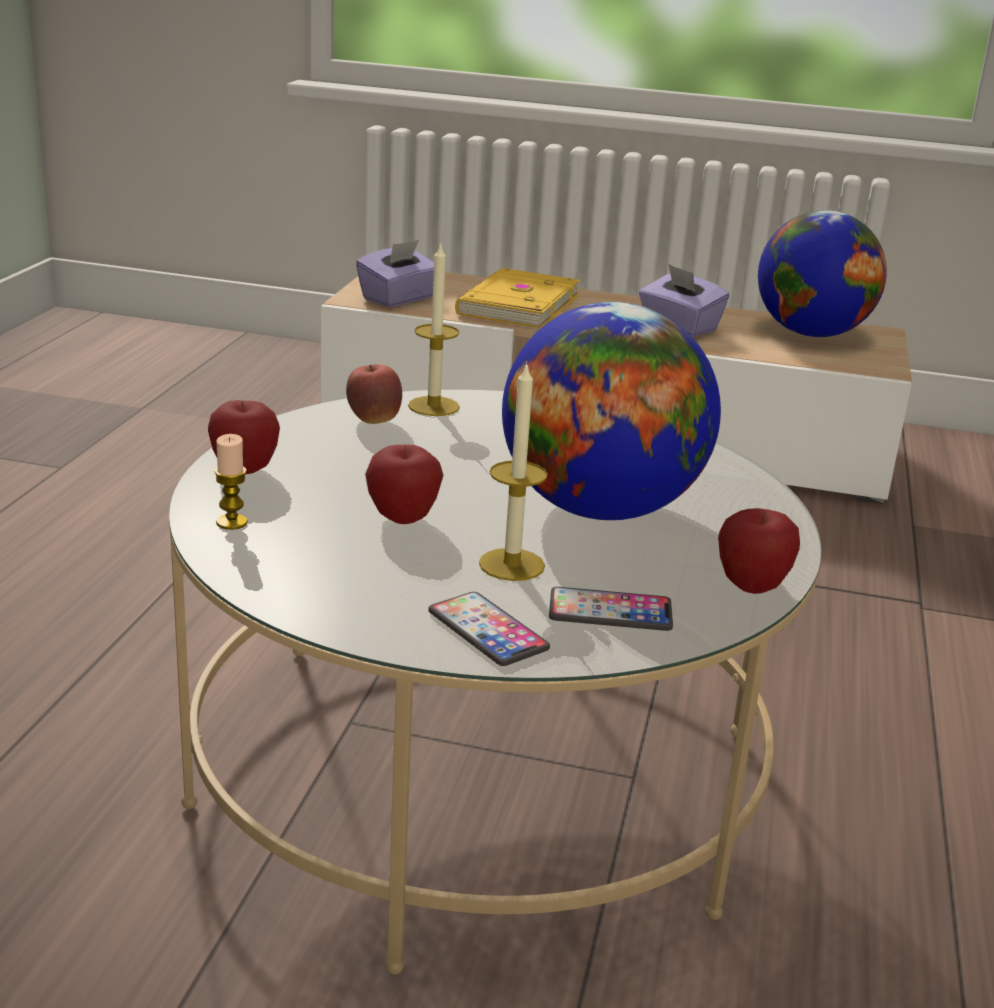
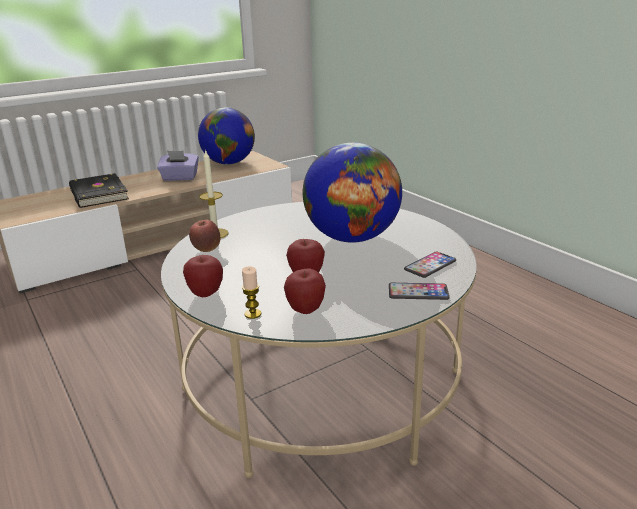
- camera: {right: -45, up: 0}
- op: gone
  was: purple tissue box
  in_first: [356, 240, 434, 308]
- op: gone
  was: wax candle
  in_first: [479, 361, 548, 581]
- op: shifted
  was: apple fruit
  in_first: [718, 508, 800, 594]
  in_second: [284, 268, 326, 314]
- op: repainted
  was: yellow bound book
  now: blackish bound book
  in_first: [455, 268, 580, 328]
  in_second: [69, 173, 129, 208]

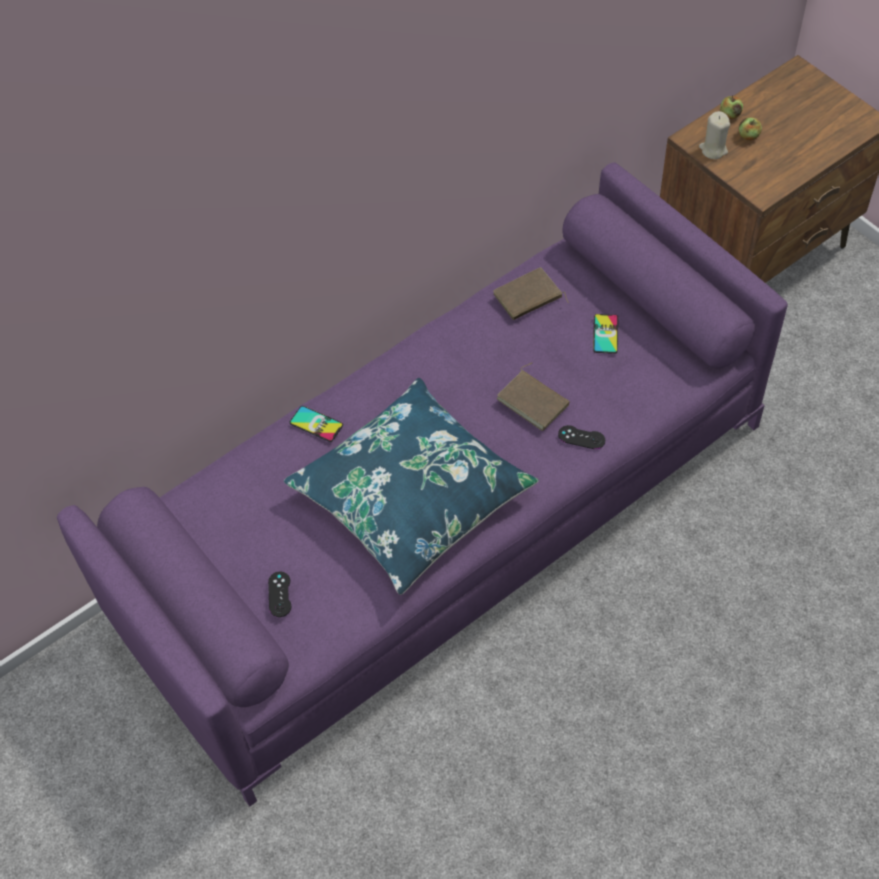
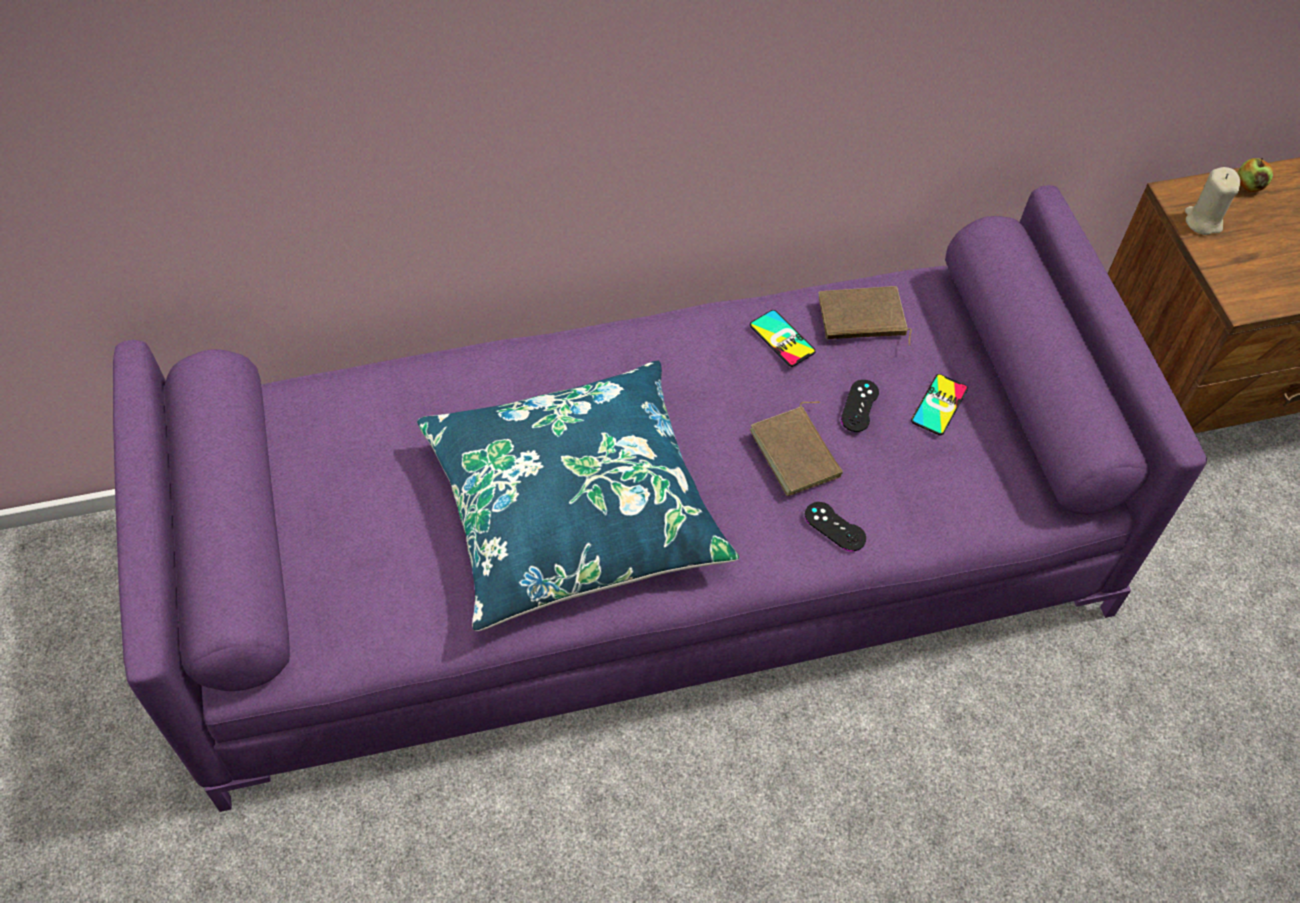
- camera: {right: 20, up: 0}
- op: gone
  was: apple fruit
  in_first: [739, 117, 762, 141]
- op: shifted
  was: blackish game controller
  in_first: [268, 571, 291, 617]
  in_second: [841, 380, 879, 432]
- op: shifted
  was: telephone
  in_first: [290, 406, 343, 442]
  in_second: [750, 310, 816, 367]

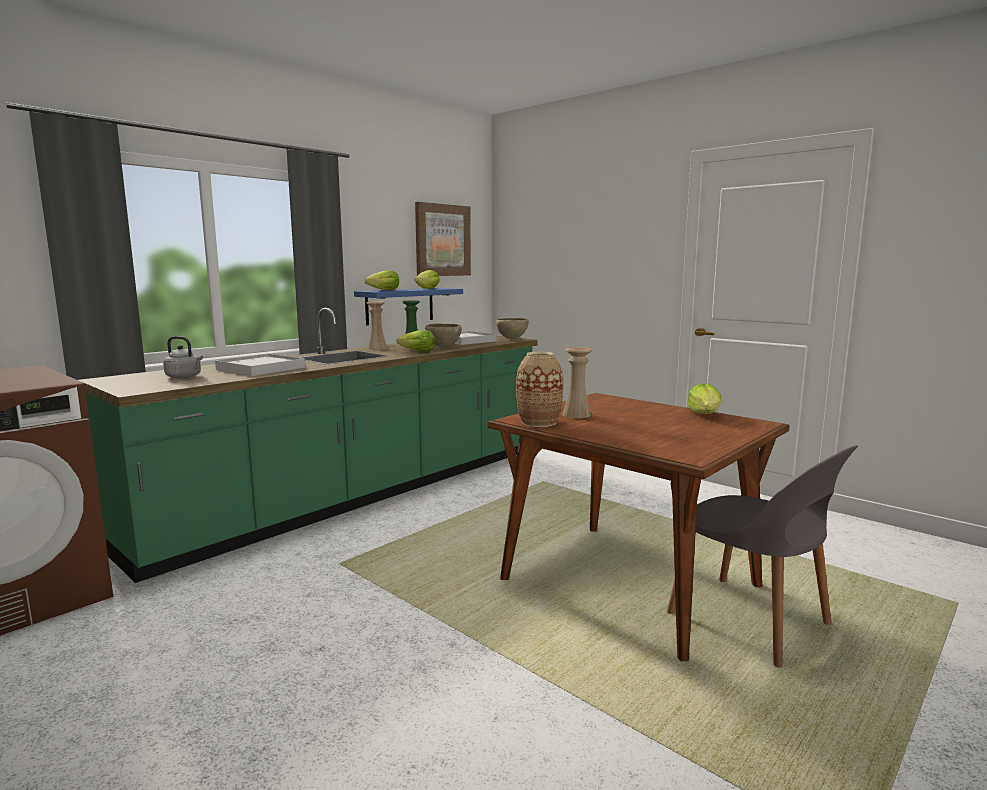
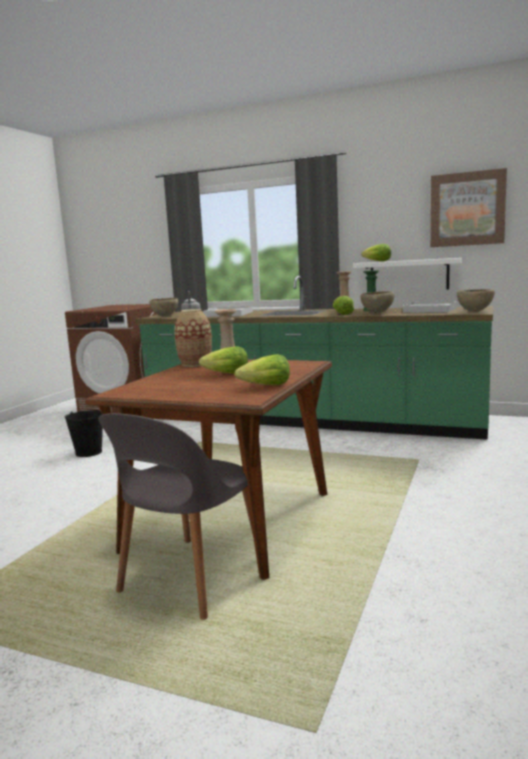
- camera: {right: 70, up: 0}
- op: new
  now: blackish pail
  in_second: [65, 410, 103, 457]
- op: new
  now: brownish serving bowl
  in_second: [149, 298, 178, 317]
- op: shifted
  was: lettuce
  in_first: [415, 270, 440, 289]
  in_second: [199, 346, 248, 374]
- op: repainted
  was: blue-coloured wall shelf
  now: white-coloured wall shelf
  in_first: [354, 288, 463, 325]
  in_second: [353, 258, 462, 290]

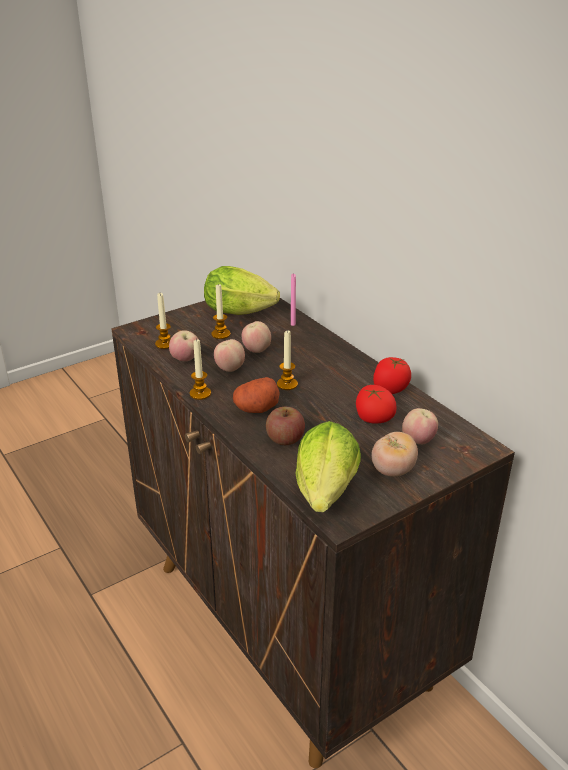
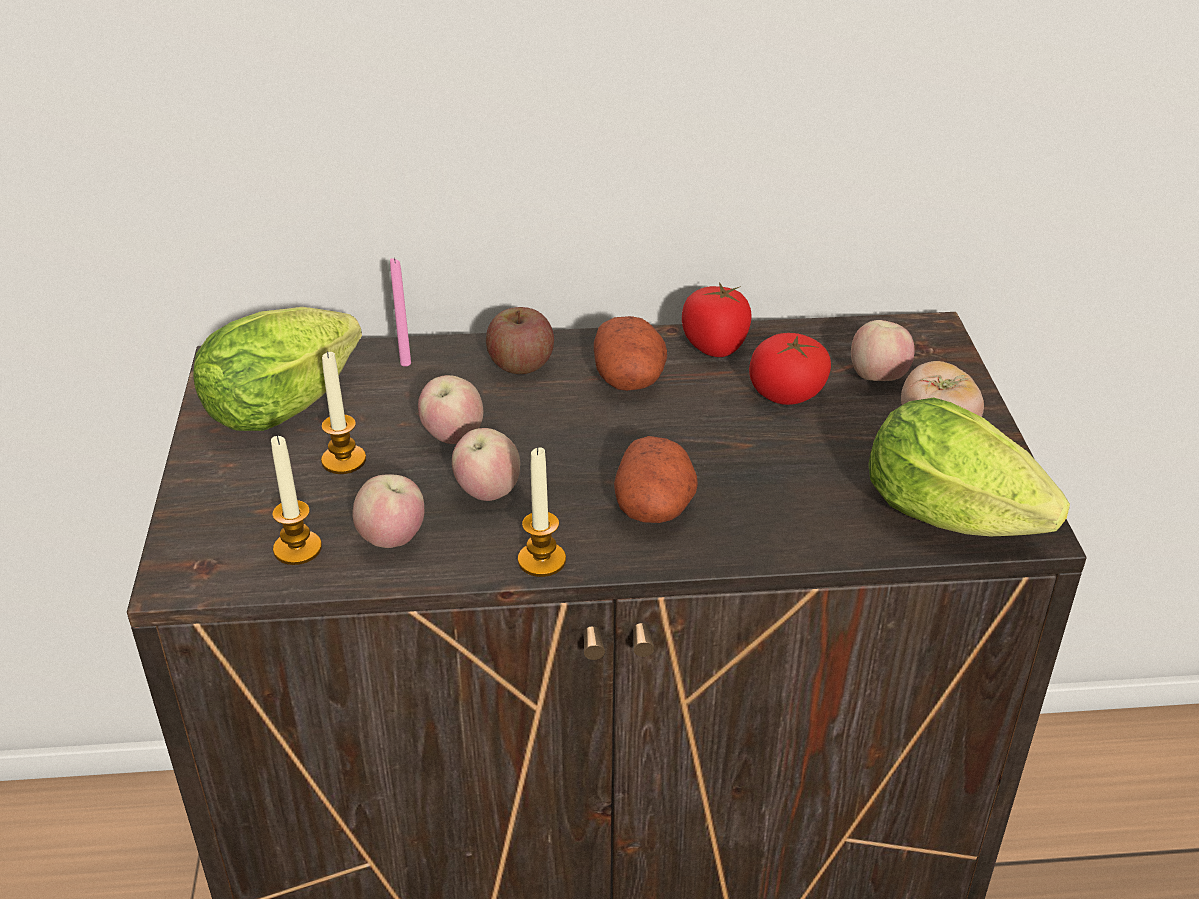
- camera: {right: -60, up: 5}
- op: gone
  was: wax candle
  in_first: [277, 330, 298, 390]
- op: new
  now: potato
  in_second: [594, 316, 667, 391]
- op: shifted
  was: apple fruit
  in_first: [266, 407, 305, 445]
  in_second: [486, 307, 554, 374]

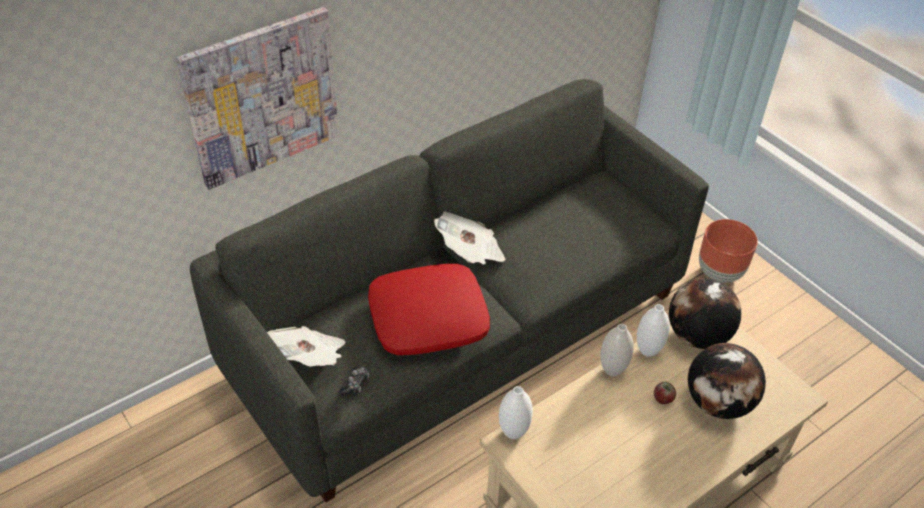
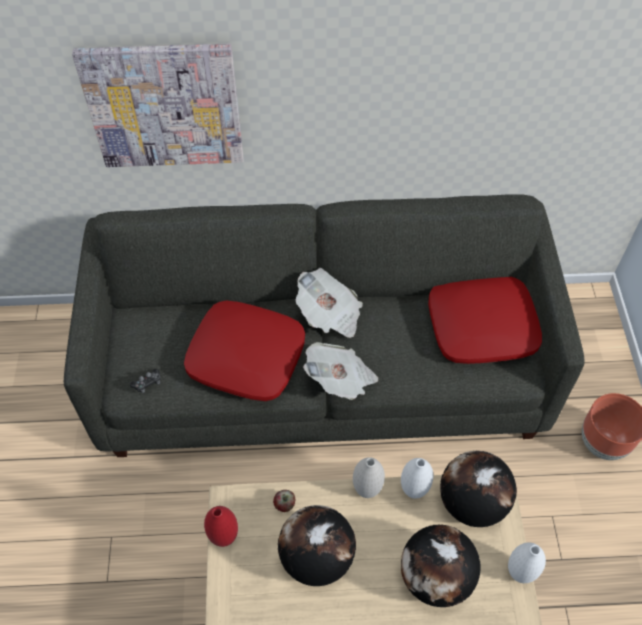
- camera: {right: 35, up: 10}
- op: new
  now: red-coloured flower vase
  in_second: [204, 506, 238, 547]
- op: new
  now: world globe
  in_second: [278, 505, 356, 586]
- op: new
  now: red-coloured pillow
  in_second: [428, 277, 542, 364]
- op: shifted
  was: newspaper
  in_first: [267, 326, 346, 367]
  in_second: [303, 342, 378, 400]
- op: shifted
  was: white-coloured flower vase
  in_first: [499, 386, 533, 439]
  in_second: [508, 543, 546, 583]
- op: shifted
  was: apple fruit
  in_first: [654, 382, 676, 404]
  in_second: [273, 490, 295, 512]

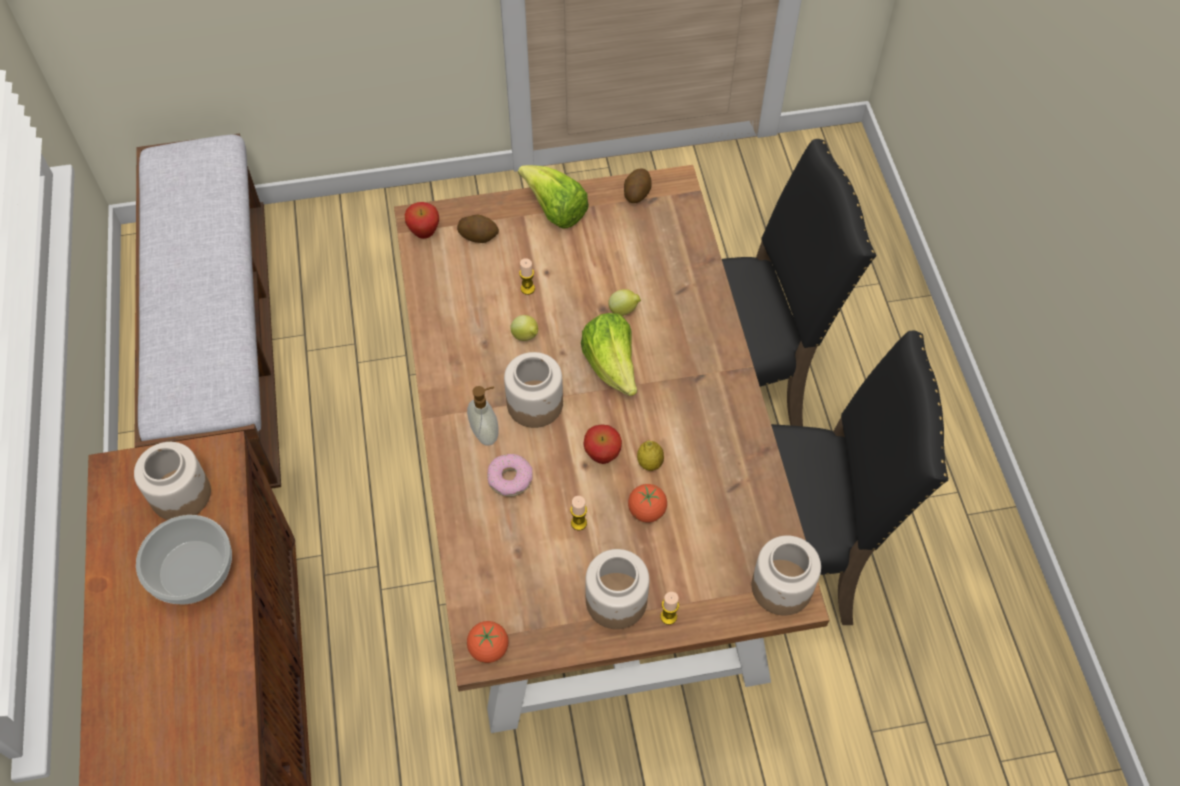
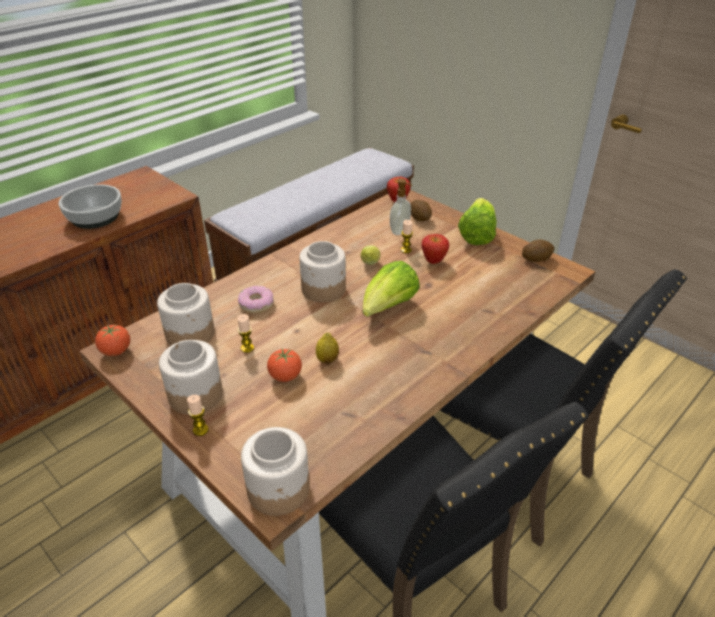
- camera: {right: 55, up: -20}
- op: gone
  was: whole lemon
  in_first: [608, 289, 641, 316]
- op: shifted
  was: preserve jar
  in_first: [134, 442, 211, 520]
  in_second: [157, 283, 215, 346]
- op: shifted
  was: soap dispenser
  in_first: [467, 386, 498, 446]
  in_second: [390, 179, 412, 235]
- op: shifted
  was: apple fruit
  in_first: [583, 424, 622, 464]
  in_second: [422, 234, 449, 264]

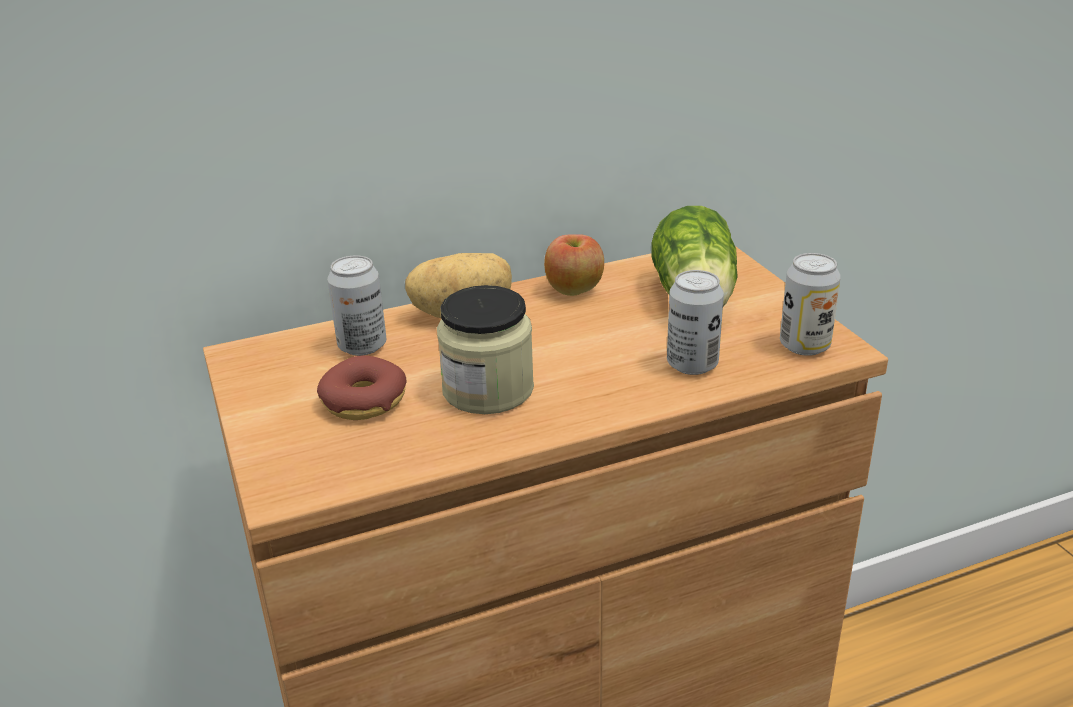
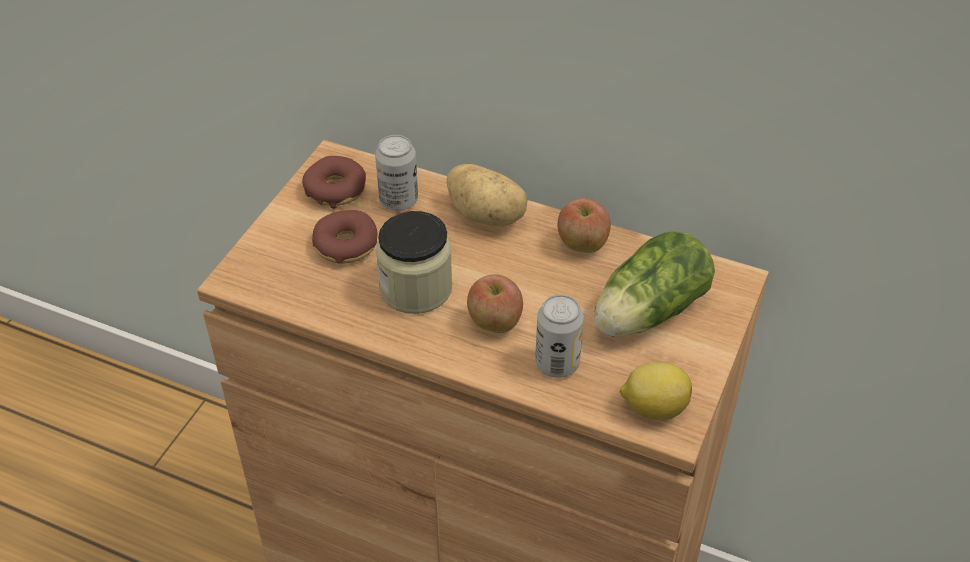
- camera: {right: 45, up: 15}
- op: new
  now: donut
  in_second: [302, 156, 366, 209]
- op: new
  now: apple fruit
  in_second: [467, 274, 523, 333]
- op: swapped
  was: metal can
  now: whole lemon
  in_first: [780, 253, 841, 356]
  in_second: [620, 362, 692, 420]

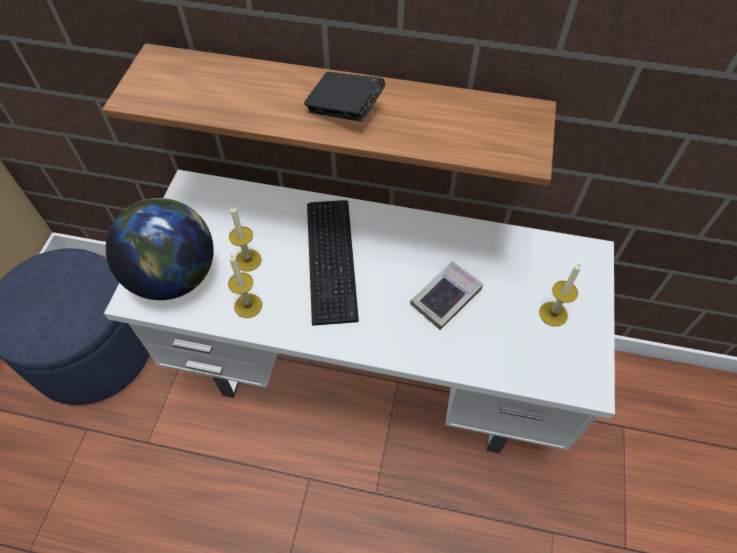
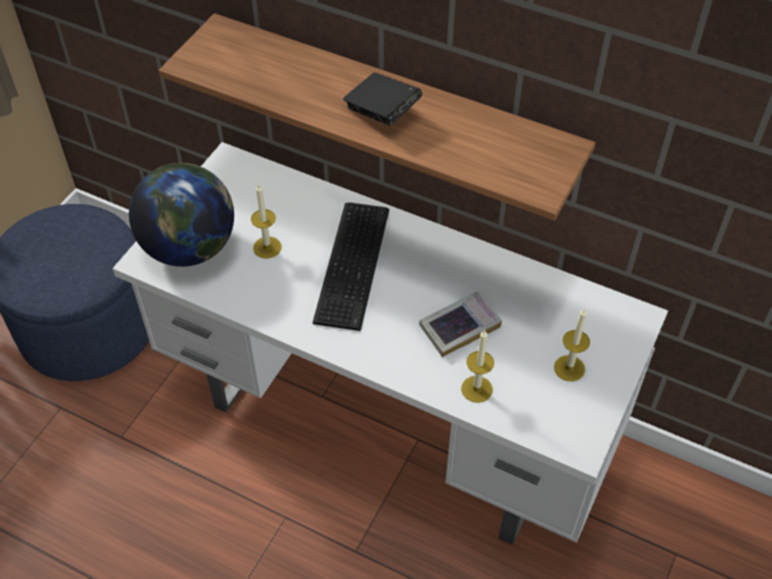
- camera: {right: 15, up: -5}
- op: shifted
  was: wax candle
  in_first: [228, 254, 262, 318]
  in_second: [461, 329, 494, 403]

